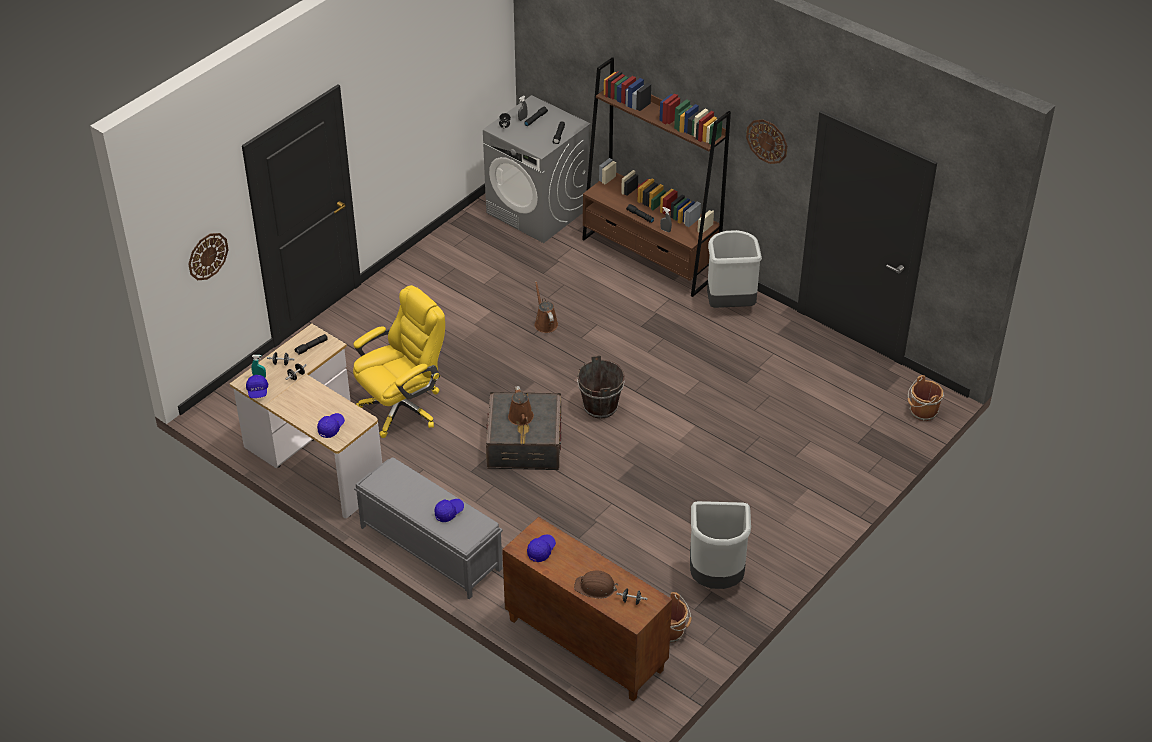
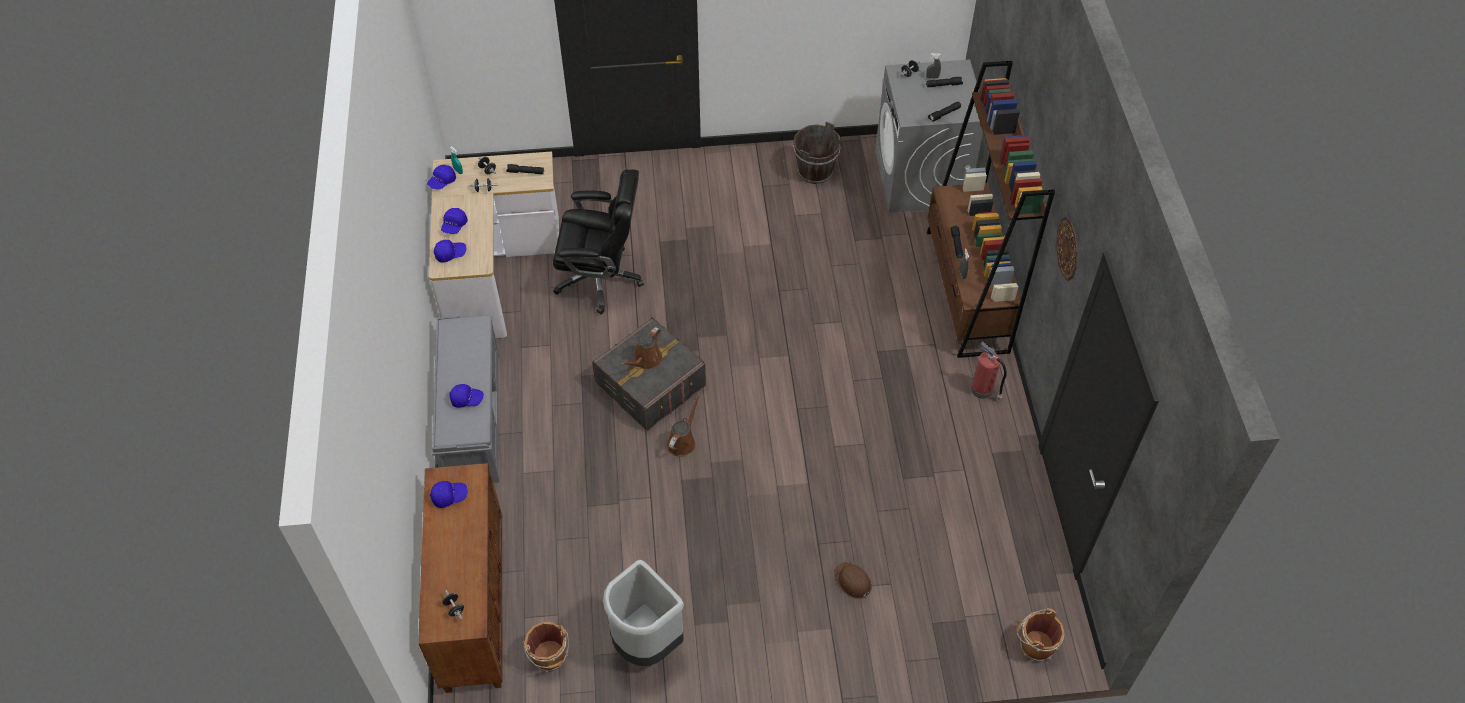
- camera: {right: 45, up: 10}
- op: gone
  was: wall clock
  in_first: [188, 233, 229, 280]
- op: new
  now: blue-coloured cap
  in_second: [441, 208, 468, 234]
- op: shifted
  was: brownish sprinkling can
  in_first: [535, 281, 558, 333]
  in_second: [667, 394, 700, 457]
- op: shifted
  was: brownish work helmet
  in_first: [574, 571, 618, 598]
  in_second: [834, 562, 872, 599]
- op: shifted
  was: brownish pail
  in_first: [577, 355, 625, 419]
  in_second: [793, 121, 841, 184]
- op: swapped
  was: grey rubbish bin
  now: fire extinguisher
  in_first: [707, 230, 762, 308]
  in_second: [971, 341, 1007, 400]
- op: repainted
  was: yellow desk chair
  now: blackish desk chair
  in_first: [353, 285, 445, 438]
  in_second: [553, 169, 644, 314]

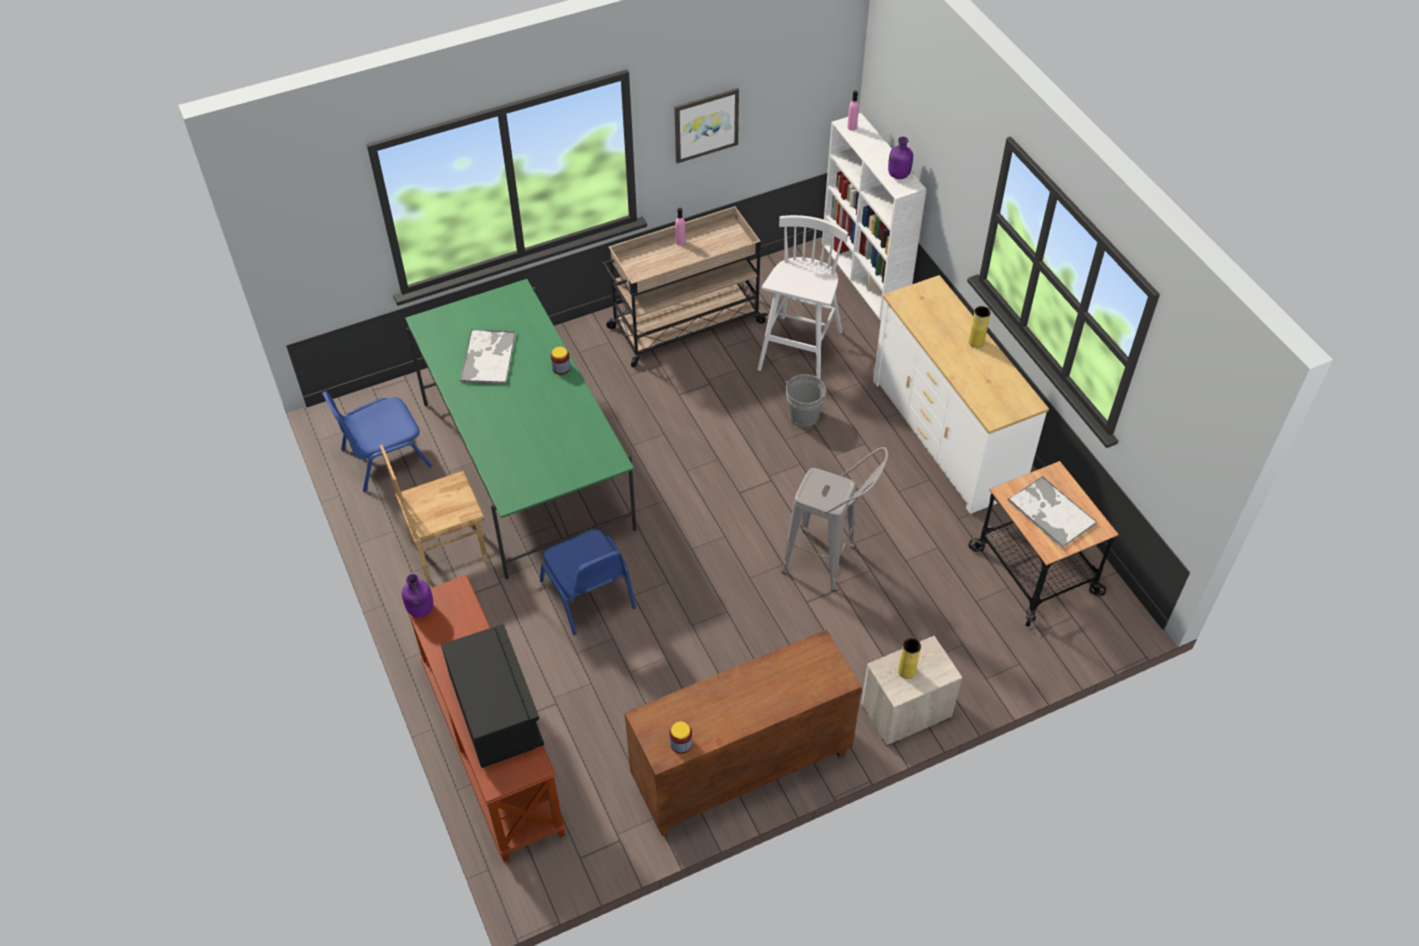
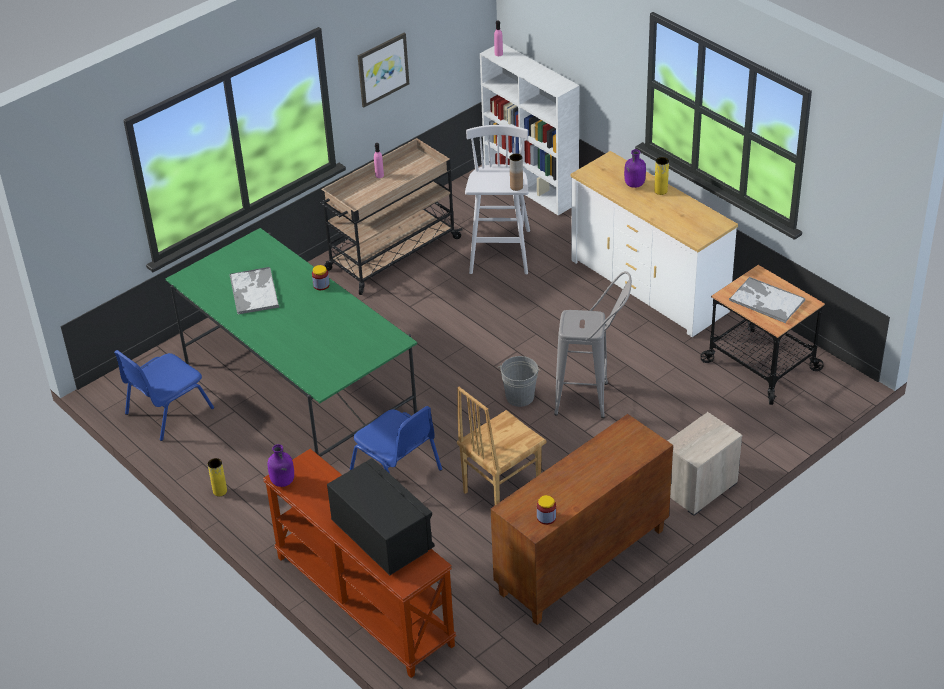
- camera: {right: -15, up: -10}
- op: new
  now: brownish flower vase
  in_second: [509, 154, 523, 191]
- op: shifted
  was: brownish plain chair
  in_first: [380, 445, 488, 583]
  in_second: [457, 386, 546, 505]
- op: shifted
  was: grey pail
  in_first: [784, 374, 826, 427]
  in_second: [498, 356, 540, 407]
- op: shifted
  was: purple drink bottle
  in_first: [888, 137, 913, 179]
  in_second: [624, 149, 646, 188]
- op: shifted
  was: yellow flower vase
  in_first: [898, 638, 921, 679]
  in_second: [208, 458, 227, 496]

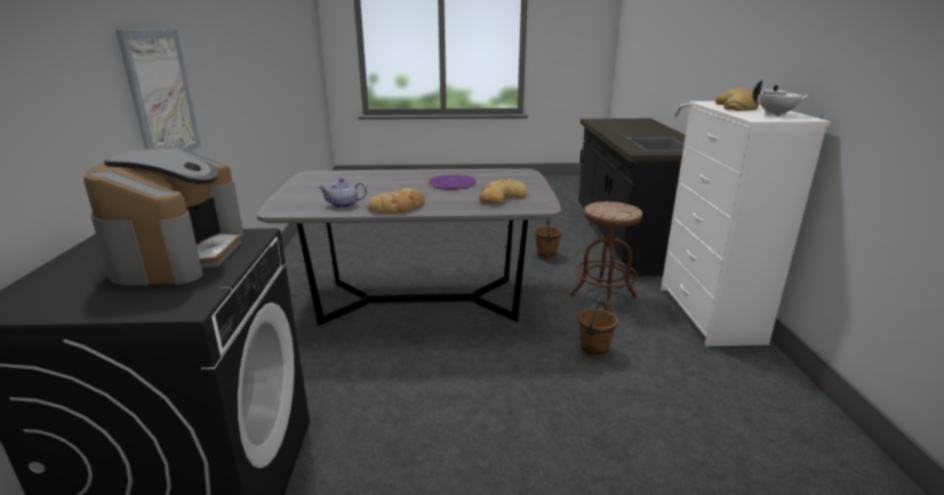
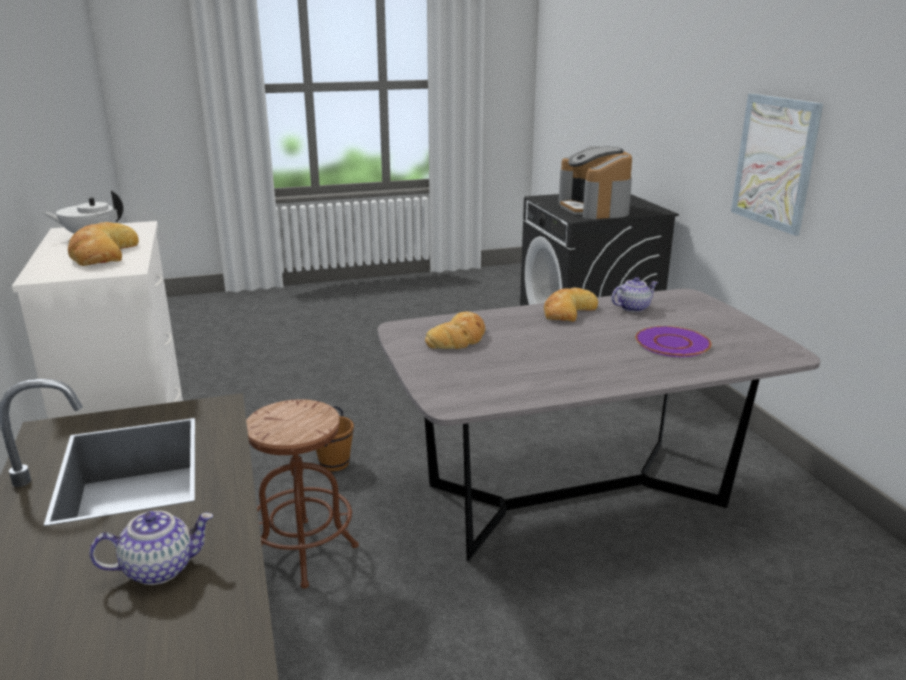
- camera: {right: 165, up: 0}
- op: gone
  was: brownish pail
  in_first: [535, 219, 562, 259]
- op: new
  now: tea pot
  in_second: [89, 511, 213, 585]
- op: shifted
  was: purple plate
  in_first: [428, 174, 477, 190]
  in_second: [636, 326, 711, 357]

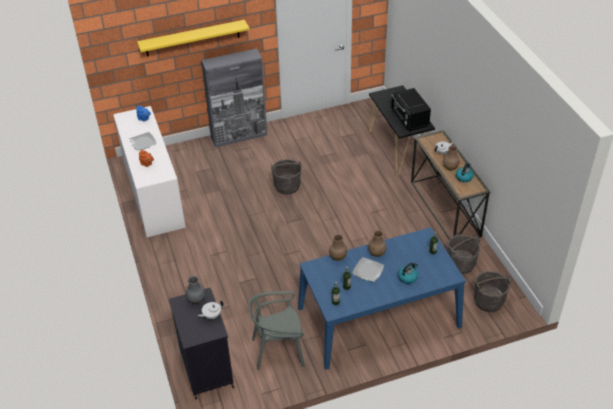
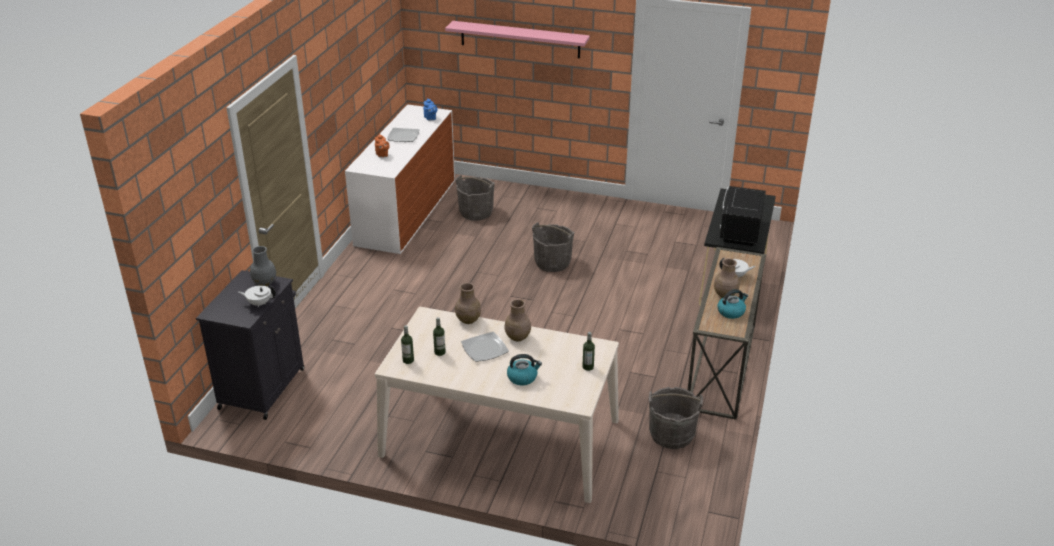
- camera: {right: 35, up: -10}
- op: gone
  was: grey cabinet
  in_first: [201, 48, 267, 148]
- op: gone
  was: grey plain chair
  in_first: [248, 291, 305, 370]
- op: shifted
  was: grey pail
  in_first: [474, 271, 511, 312]
  in_second: [455, 175, 495, 221]
- op: repainted
  was: yellow wall shelf
  now: pink wall shelf
  in_first: [137, 20, 249, 56]
  in_second: [445, 21, 590, 58]
- op: repainted
  was: blue-coloured dinner table
  now: beige dinner table
  in_first: [298, 227, 466, 370]
  in_second: [375, 307, 619, 503]

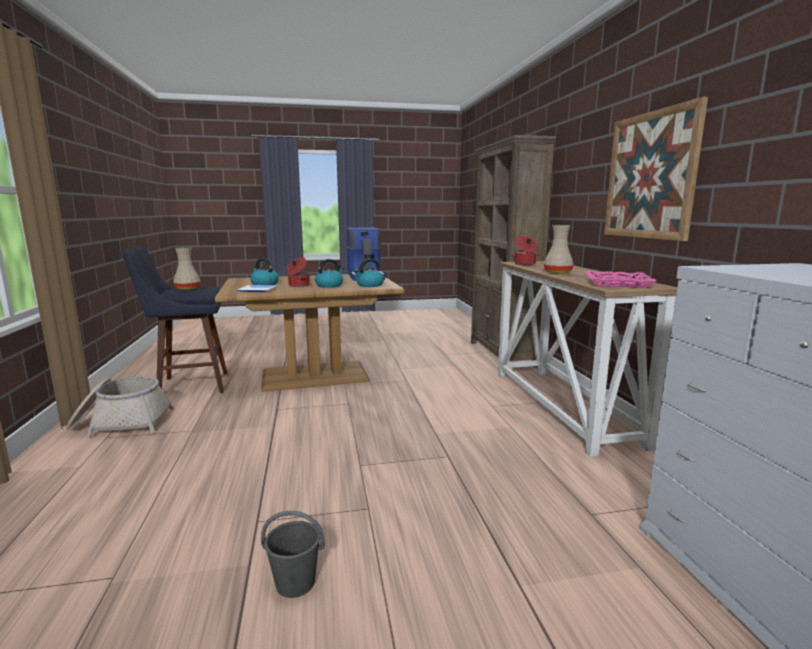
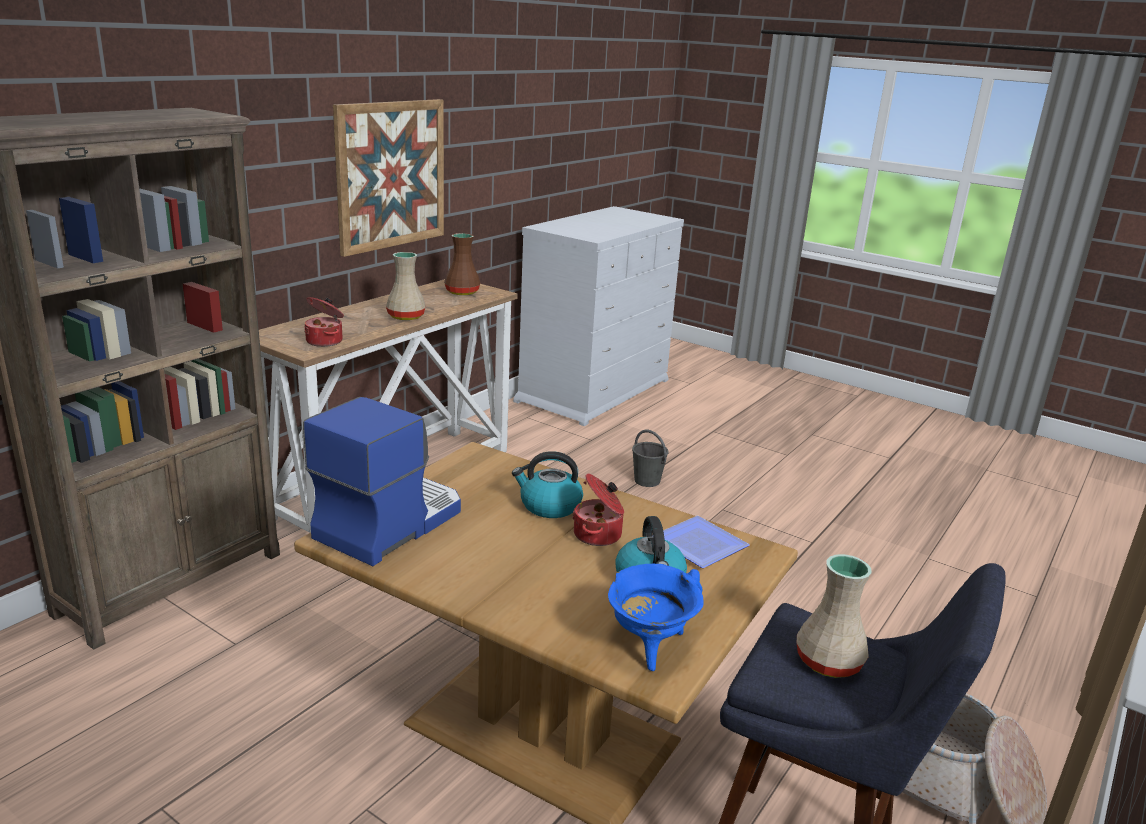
- camera: {right: -135, up: 10}
- op: gone
  was: tea kettle
  in_first: [354, 259, 384, 287]
- op: new
  now: blue-coloured saucepot
  in_second: [608, 564, 704, 671]
- op: shifted
  was: grey pail
  in_first: [261, 511, 325, 598]
  in_second: [632, 430, 669, 487]
- op: swapped
  was: pink serving tray
  now: brownish flower vase
  in_first: [585, 271, 656, 288]
  in_second: [444, 233, 480, 295]

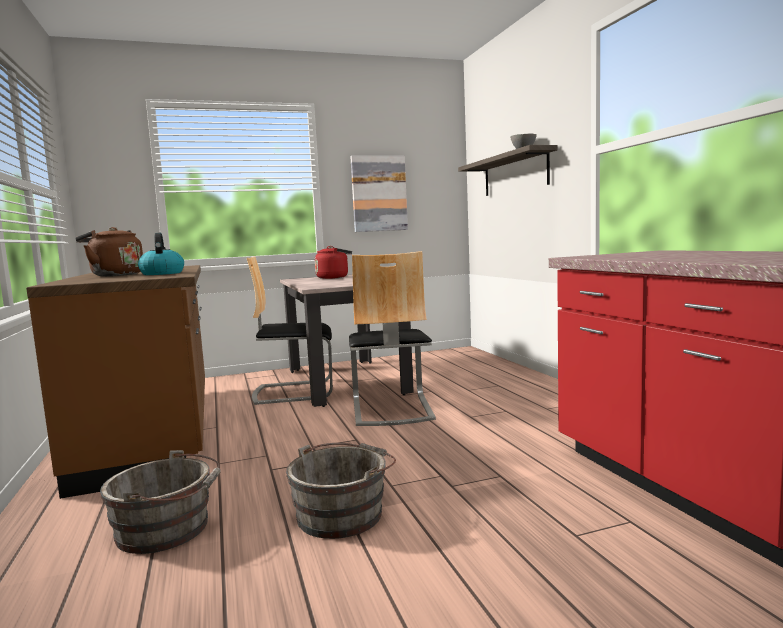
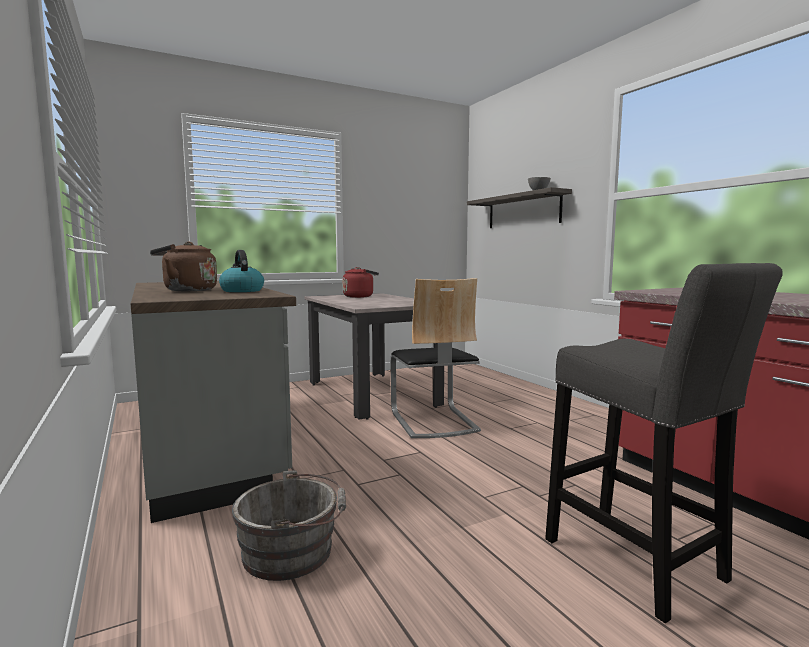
- camera: {right: -10, up: 0}
- op: gone
  was: plain chair
  in_first: [247, 256, 333, 405]
- op: gone
  was: grey pail
  in_first: [286, 443, 396, 539]
- op: gone
  was: picture
  in_first: [351, 156, 408, 232]
- op: new
  now: grey sitting stool
  in_second: [545, 263, 783, 623]
- op: repainted
  was: brownish kitchen base unit
  now: grey kitchen base unit
  in_first: [26, 265, 205, 499]
  in_second: [131, 281, 296, 523]

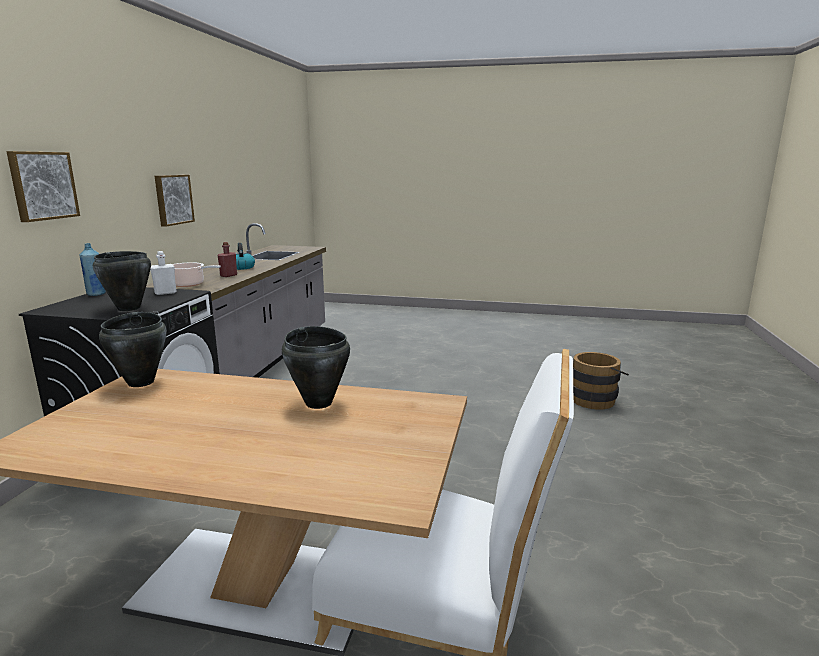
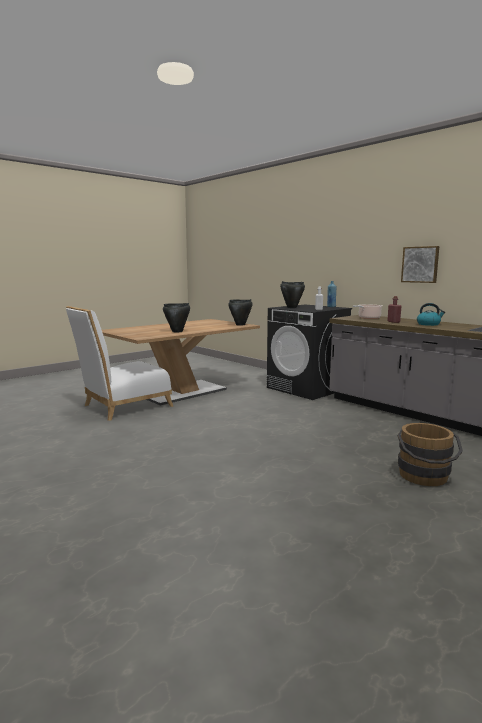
- camera: {right: 125, up: -5}
- op: gone
  was: picture
  in_first: [7, 151, 80, 222]
- op: shifted
  was: brownish pail
  in_first: [573, 352, 629, 409]
  in_second: [398, 423, 463, 486]

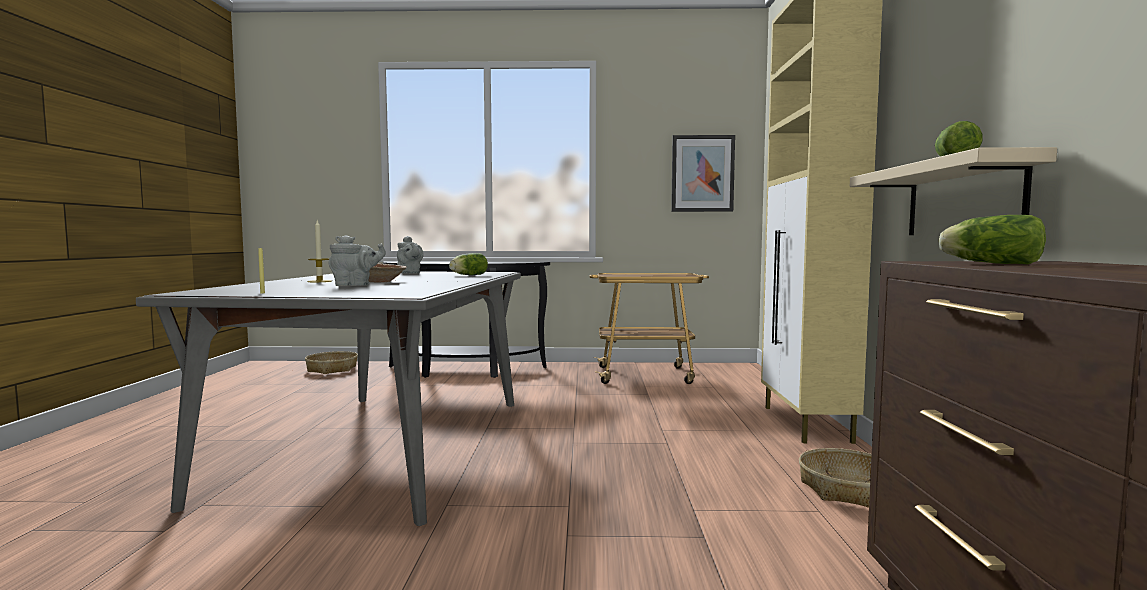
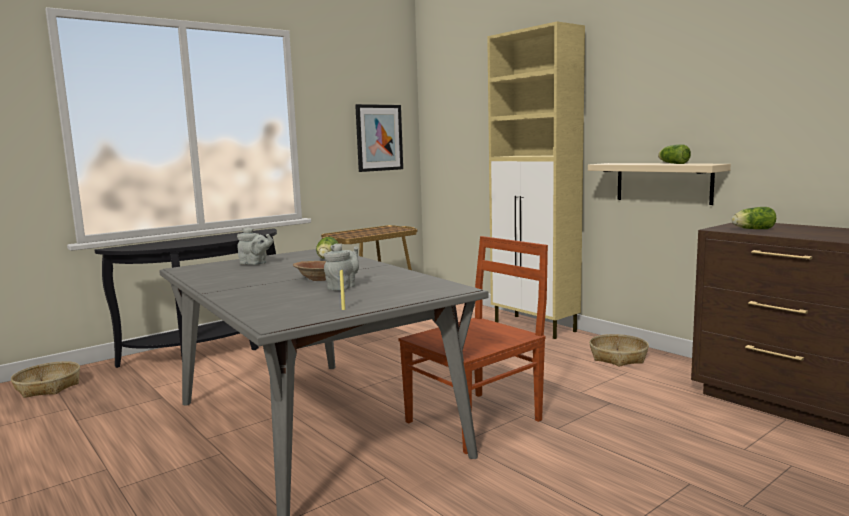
- camera: {right: -40, up: 5}
- op: gone
  was: wax candle
  in_first: [307, 220, 332, 282]
- op: new
  now: brownish plain chair
  in_second: [398, 236, 548, 454]

